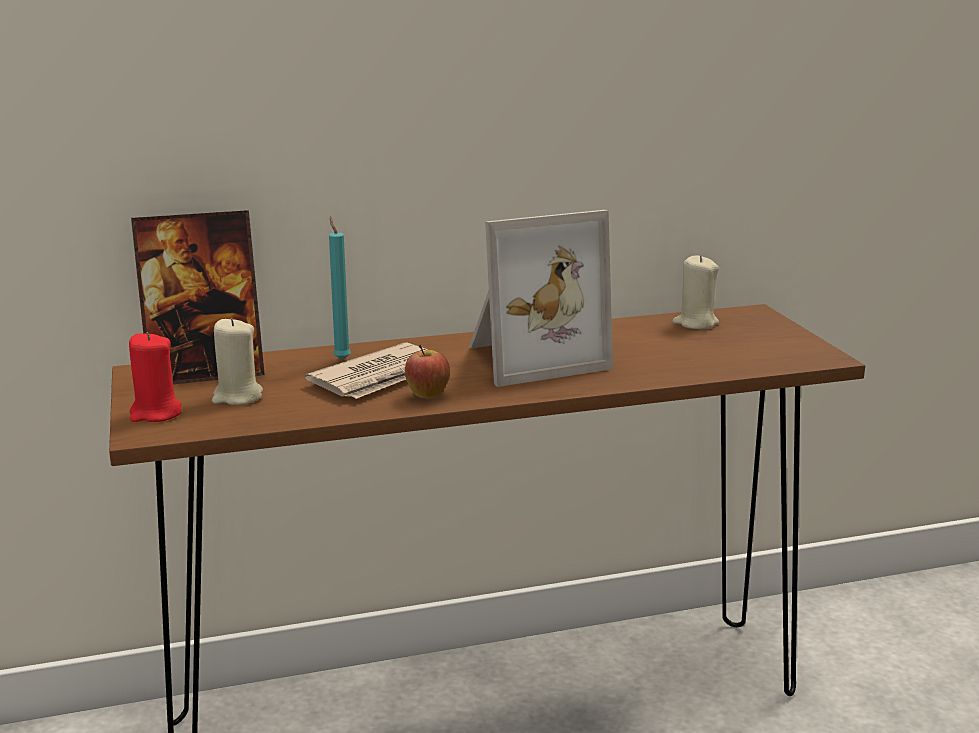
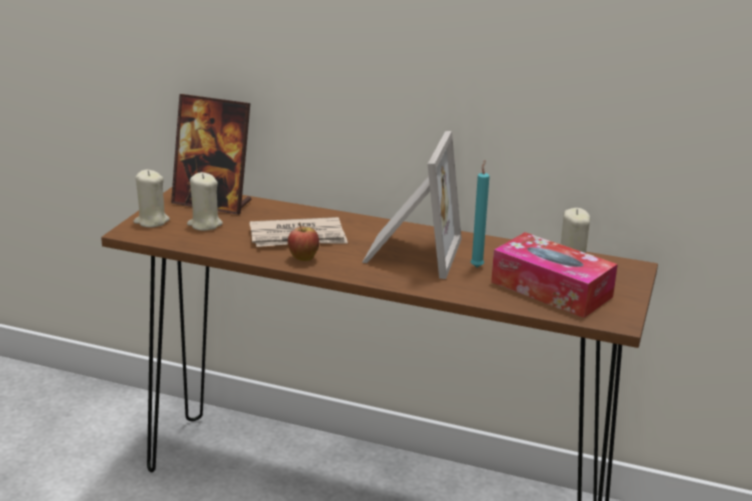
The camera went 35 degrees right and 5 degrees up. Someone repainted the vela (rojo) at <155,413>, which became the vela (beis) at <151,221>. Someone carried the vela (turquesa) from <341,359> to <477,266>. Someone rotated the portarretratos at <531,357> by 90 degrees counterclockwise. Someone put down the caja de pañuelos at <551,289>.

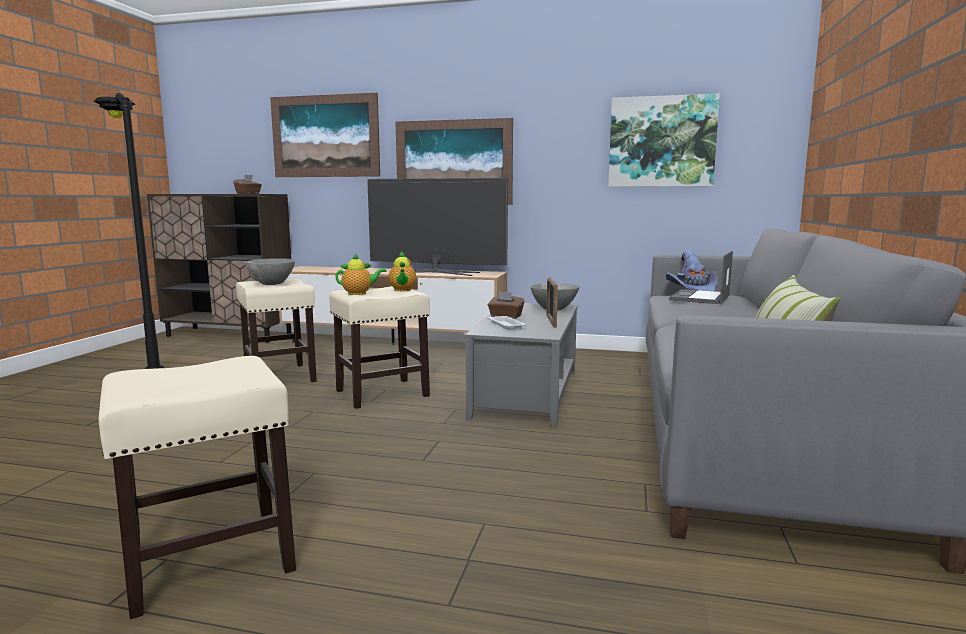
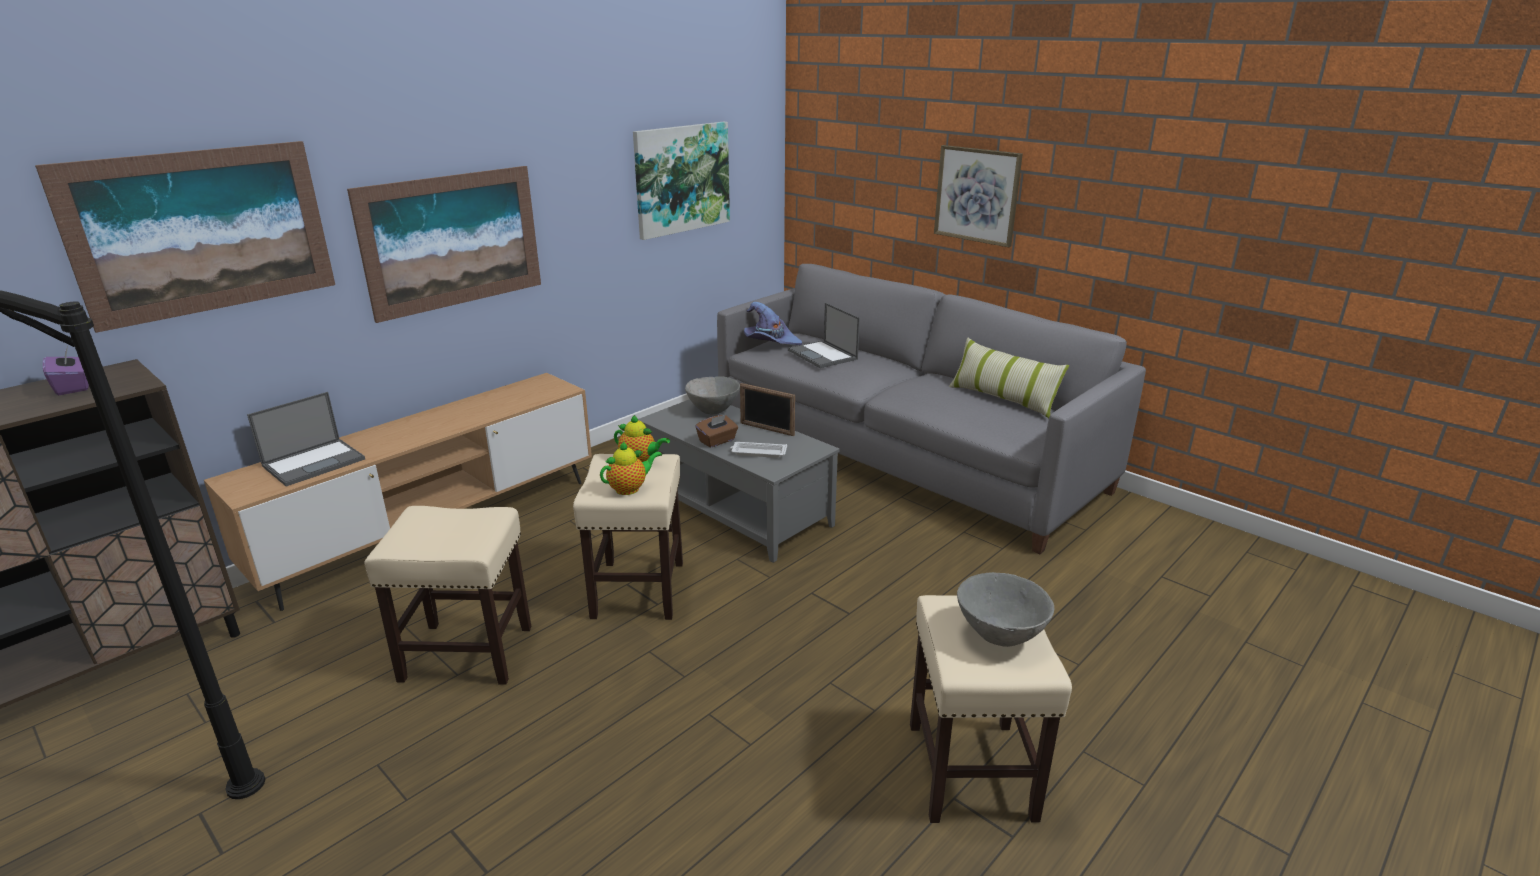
The camera went 60 degrees left and 15 degrees up. Someone repainted the caja de pañuelos (marrón) at <248,193>, which became the caja de pañuelos (morado) at <74,386>. Someone carried the cuenco (gris) from <271,284> to <999,636>. Someone rotated the tetera at <359,293> by 45 degrees clockwise. Someone took away the televisor at <436,273>. Someone put down the portátil at <315,462>. Someone put up the cuadro at <977,195>.

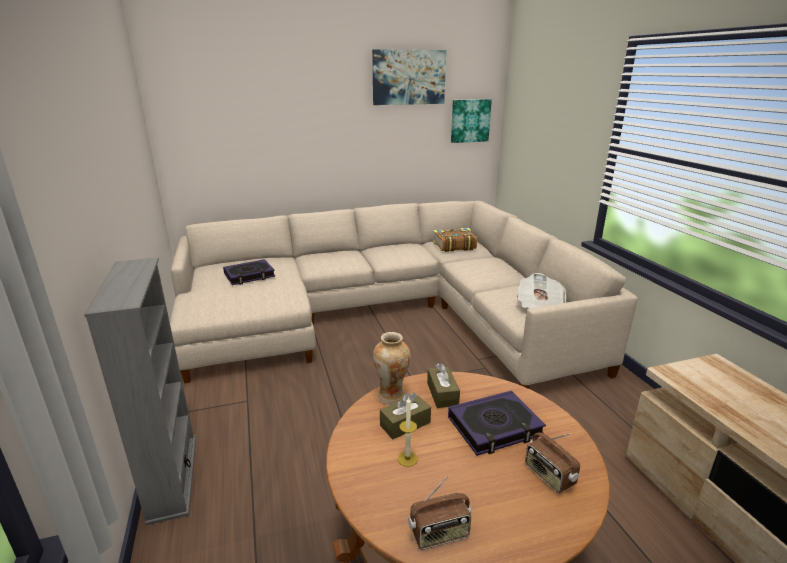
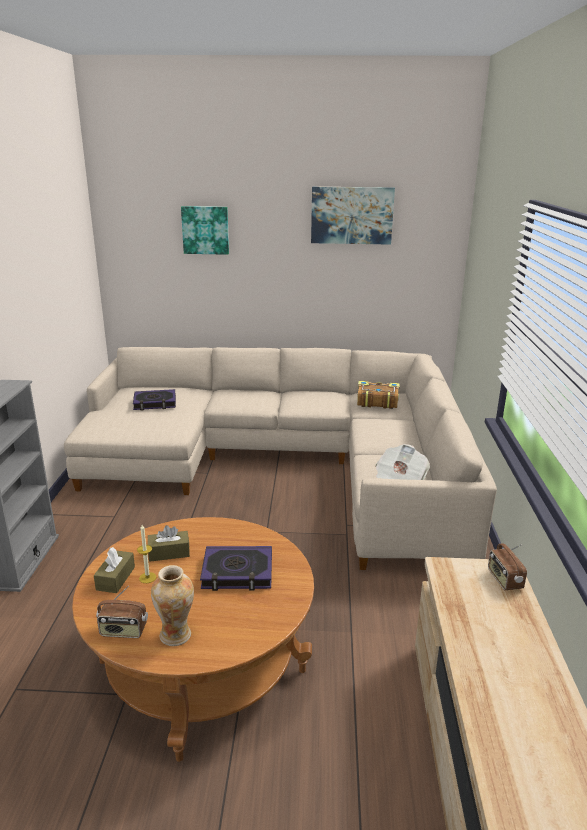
The camera went 20 degrees right and 0 degrees up. Someone carried the florero from <391,396> to <176,635>. Someone carried the caja de pañuelos (marrón) from <442,394> to <115,578>. Someone carried the cuadro from <470,120> to <205,230>. Someone carried the radio from <548,476> to <504,579>.

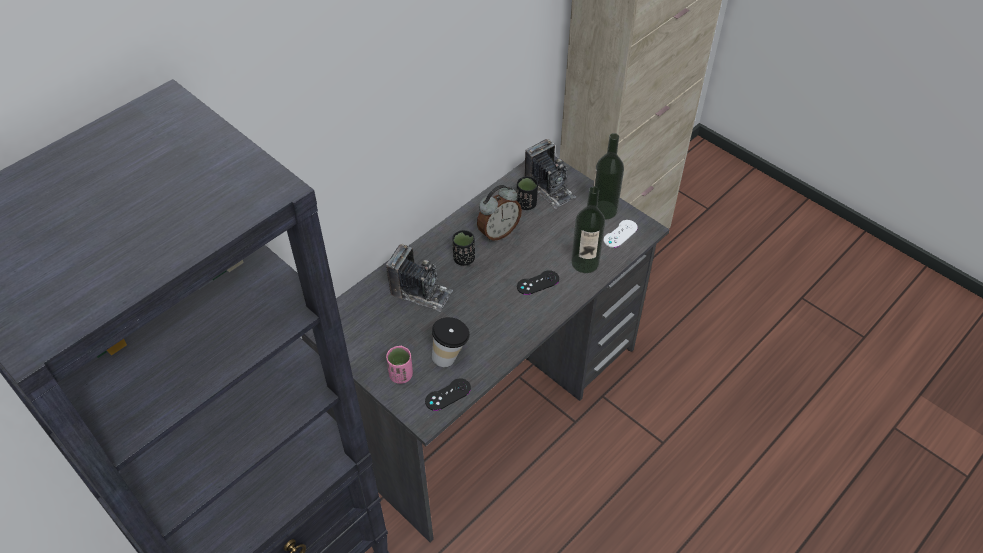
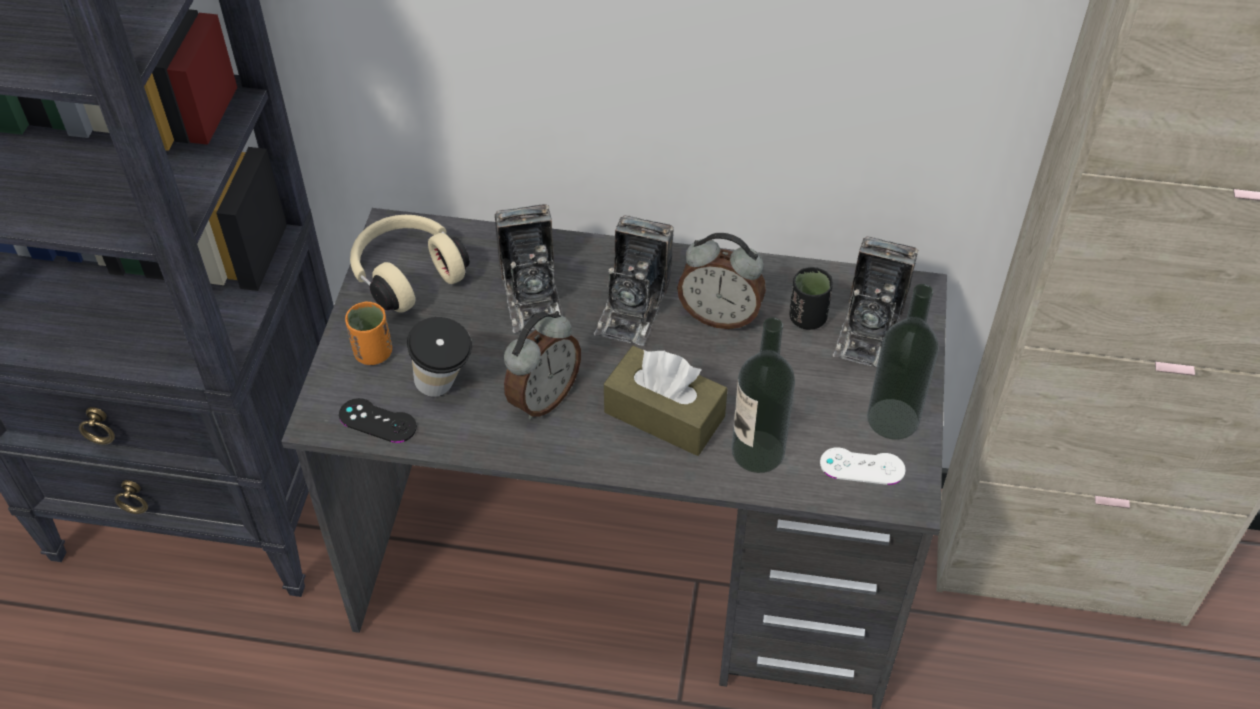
The camera went 55 degrees right and 0 degrees up. Someone repainted the taza (rosa) at <401,375>, which became the taza (naranja) at <373,353>. Someone swapped the taza (negro) at <464,259> for the cámara at <633,306>. Someone swapped the mando de consola (negro) at <538,283> for the caja de pañuelos (marrón) at <664,414>. Someone put down the auriculares (beis) at <407,274>. Someone put down the despertador at <542,397>.

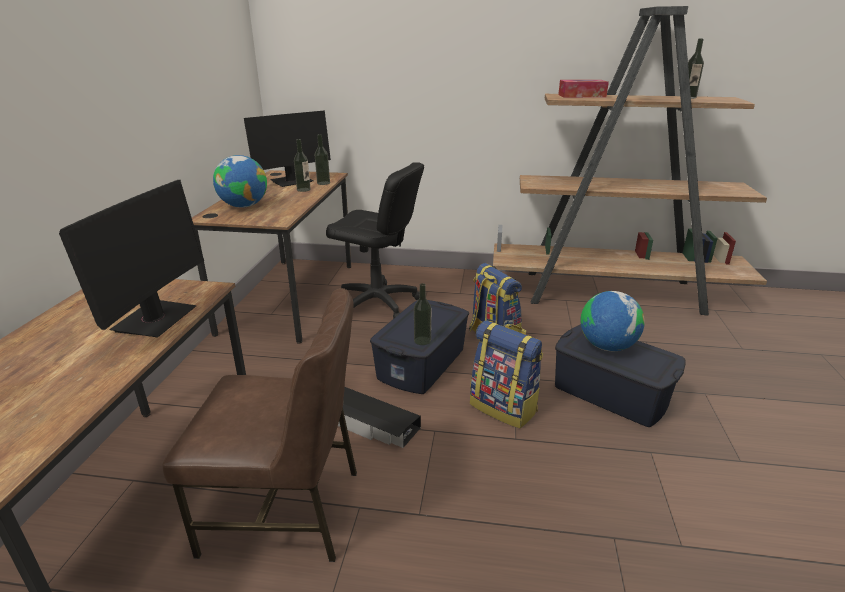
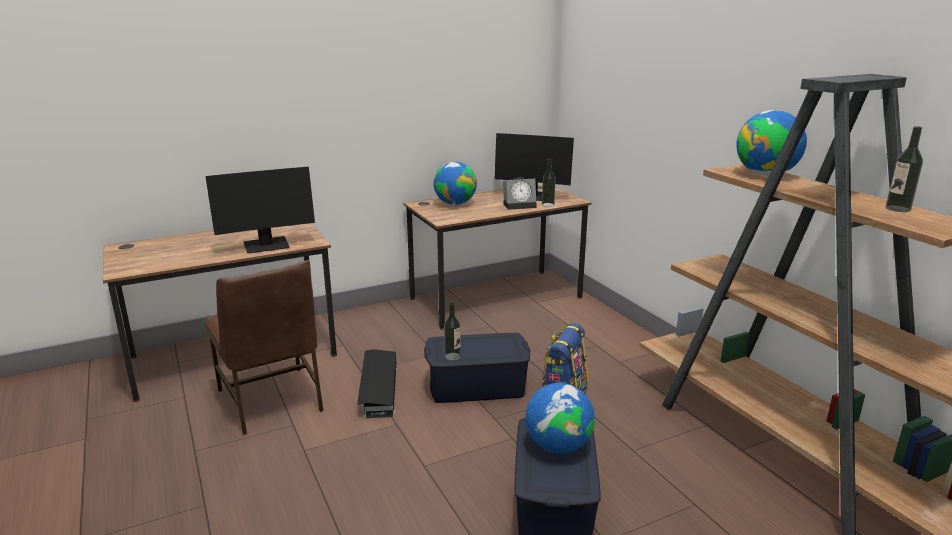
The camera went 55 degrees right and 5 degrees down. Someone swapped the botella at <303,189> for the despertador at <520,205>. Someone took away the silla de oficina (negro) at <377,303>. Someone took away the mochila at <504,407>. Someone swapped the caja de pañuelos at <581,96> for the globo terráqueo at <766,174>.

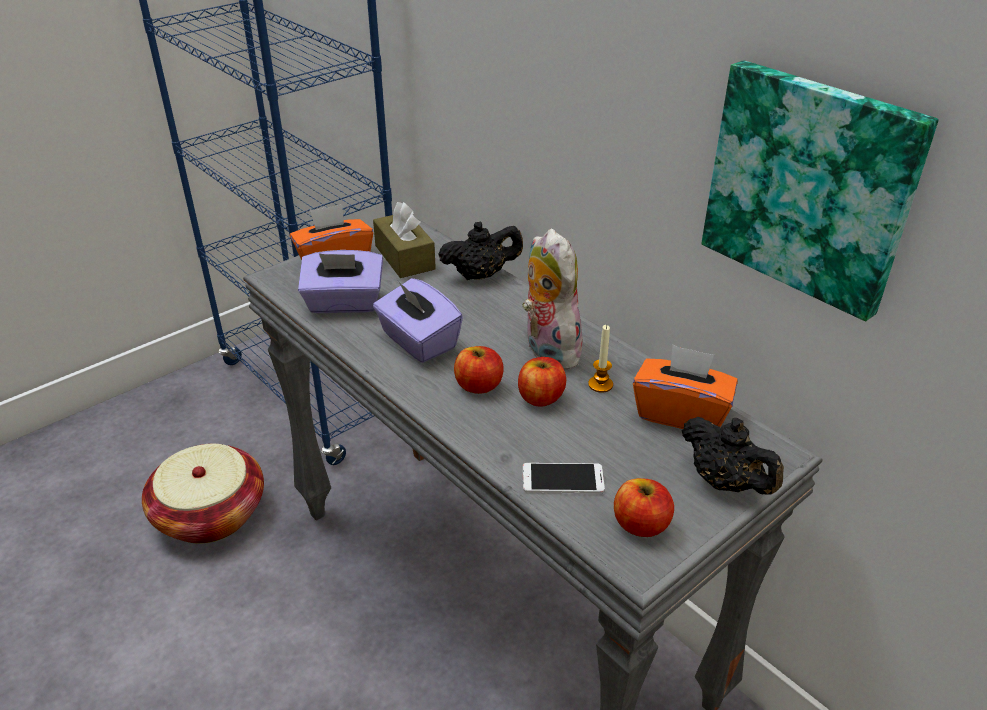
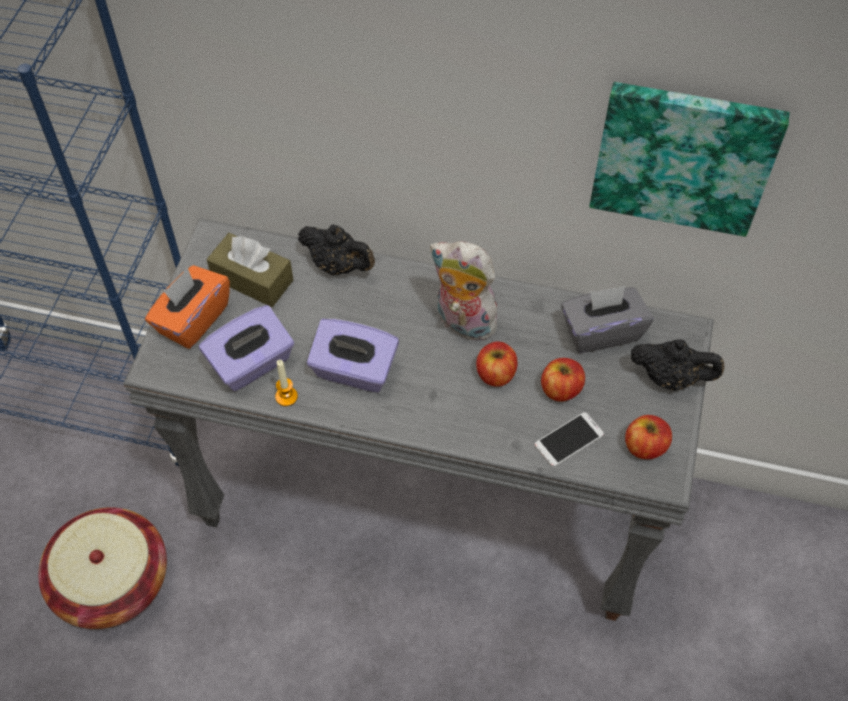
The camera went 35 degrees left and 20 degrees up. Someone rotated the tetera (negro) at <481,275> by 75 degrees clockwise. Someone carried the manzana from <479,386> to <560,389>. Someone carried the vela from <600,385> to <286,396>. Someone repainted the caja de pañuelos (naranja) at <680,413>, which became the caja de pañuelos (gris) at <601,331>.

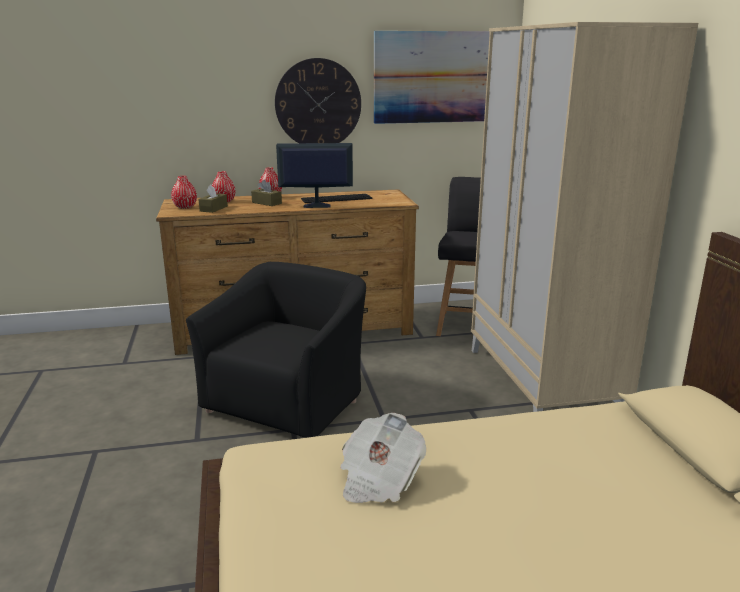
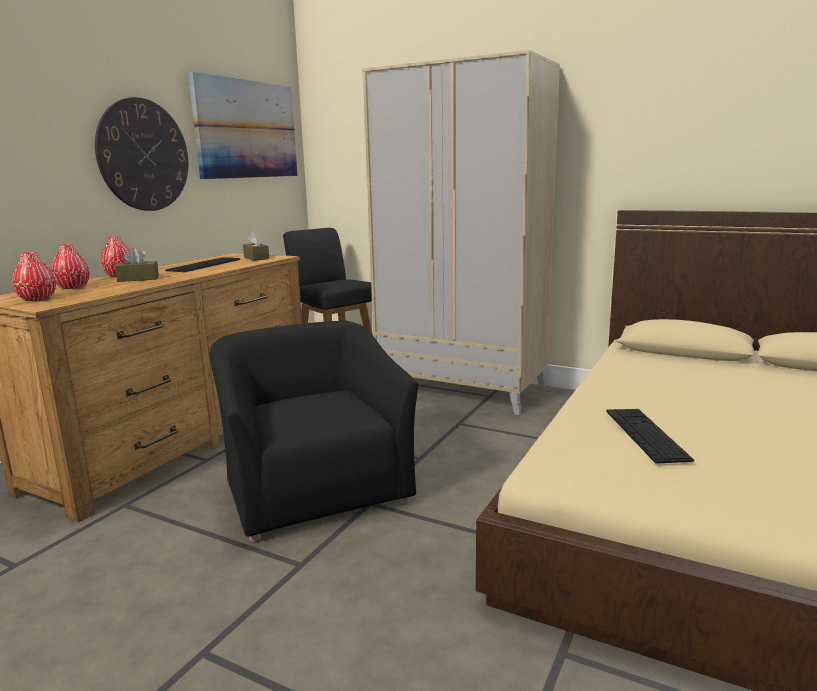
The camera went 50 degrees left and 5 degrees down. Someone carried the caja de pañuelos (marrón) from <213,209> to <256,258>. Someone took away the monitor at <316,206>. Someone swapped the periódico at <379,479> for the teclado at <646,434>.

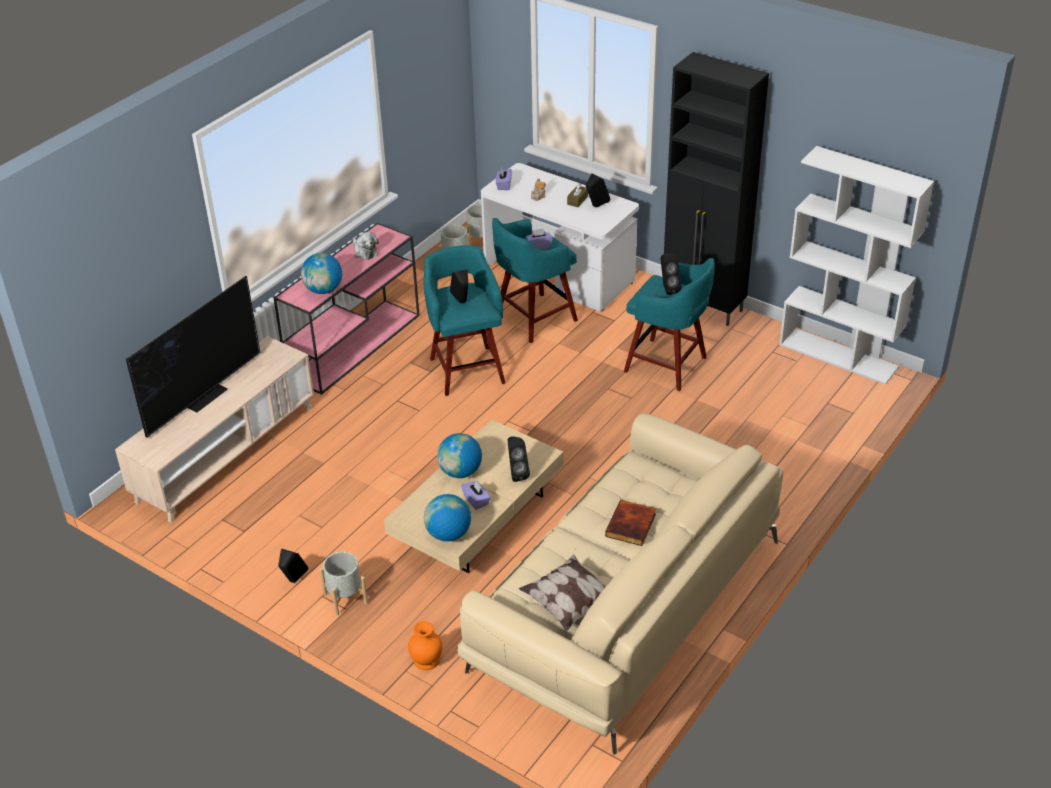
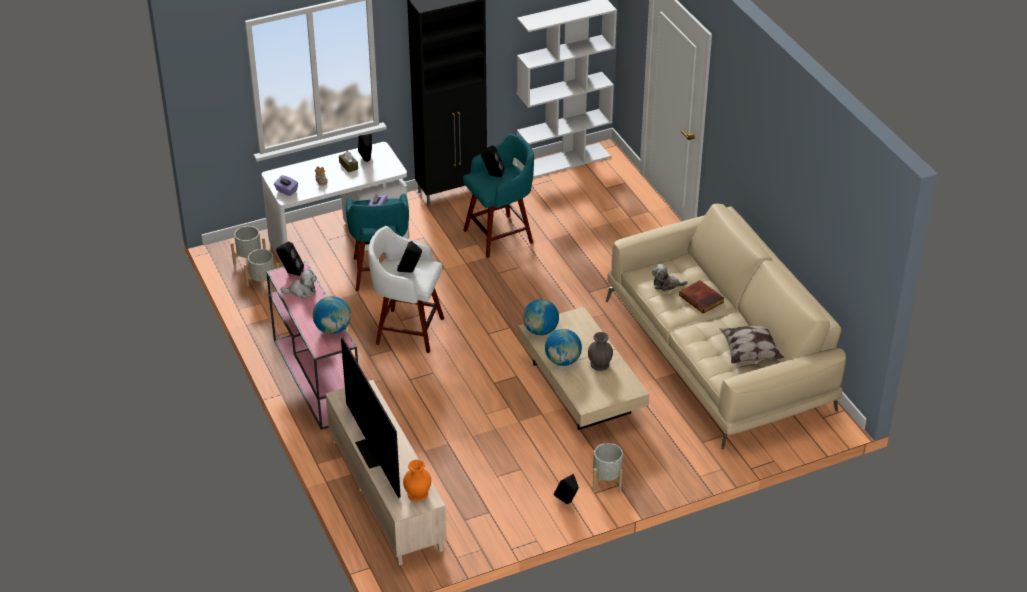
The camera went 60 degrees left and 0 degrees up. Someone carried the florero (naranja) from <425,660> to <417,494>. Someone repainted the taburete (turquesa) at <466,369>, which became the taburete (blanco) at <407,330>. Someone carried the globo terráqueo from <448,534> to <540,331>. Someone swapped the caja de pañuelos (morado) at <476,500> for the florero (gris) at <599,364>. Someone carried the altavoz (negro) from <516,473> to <291,273>. Someone put down the peluche at <666,285>.

